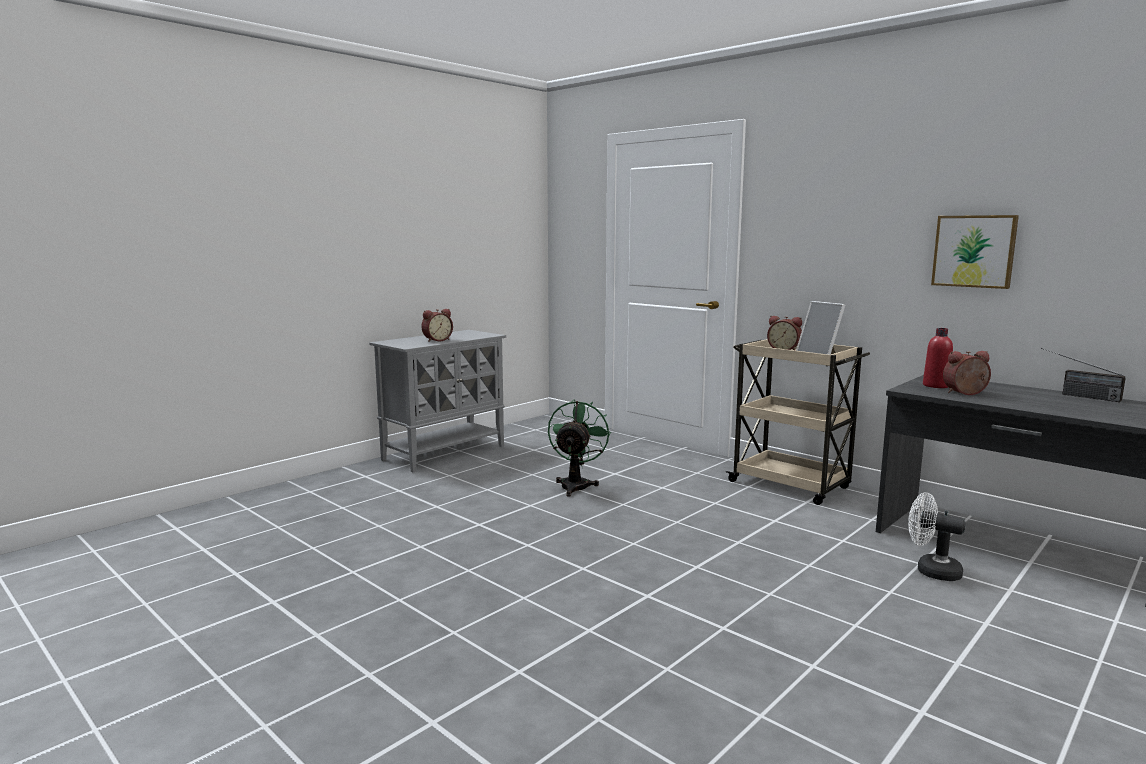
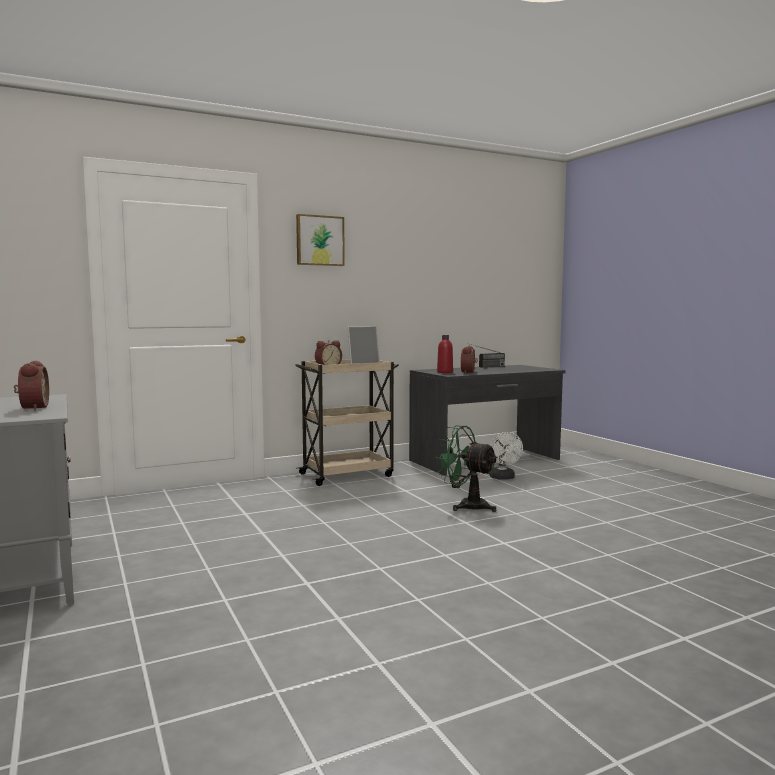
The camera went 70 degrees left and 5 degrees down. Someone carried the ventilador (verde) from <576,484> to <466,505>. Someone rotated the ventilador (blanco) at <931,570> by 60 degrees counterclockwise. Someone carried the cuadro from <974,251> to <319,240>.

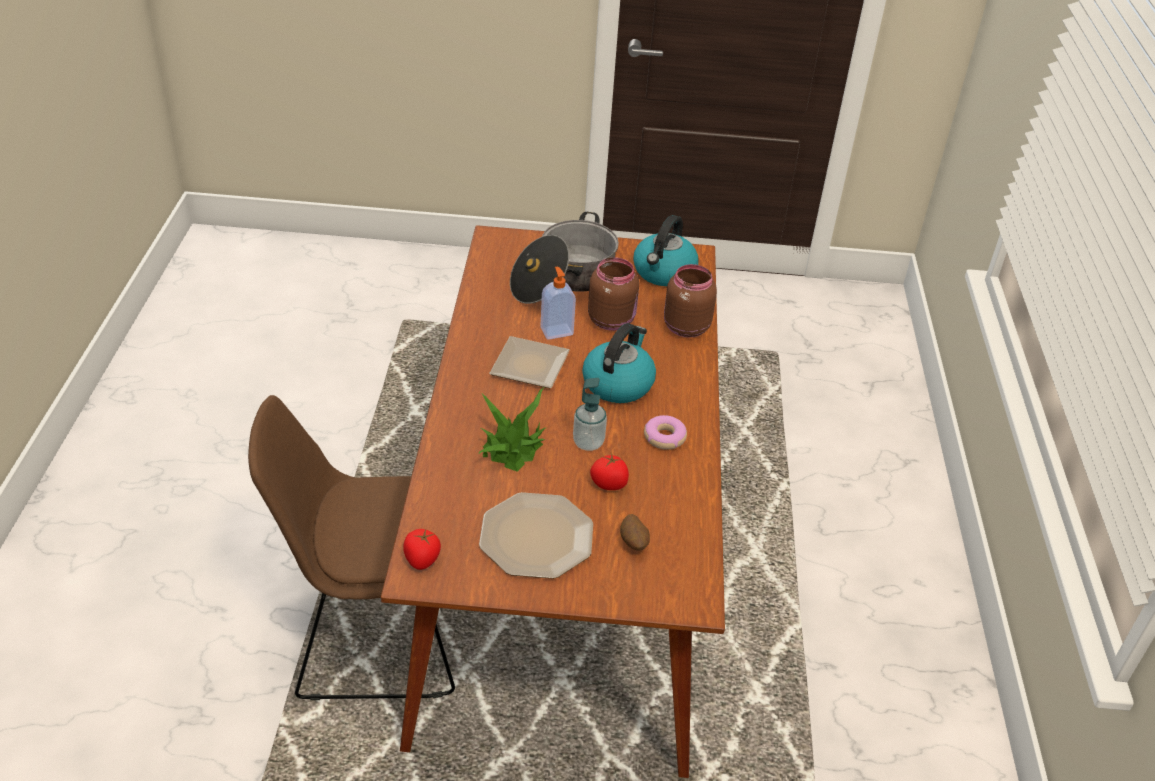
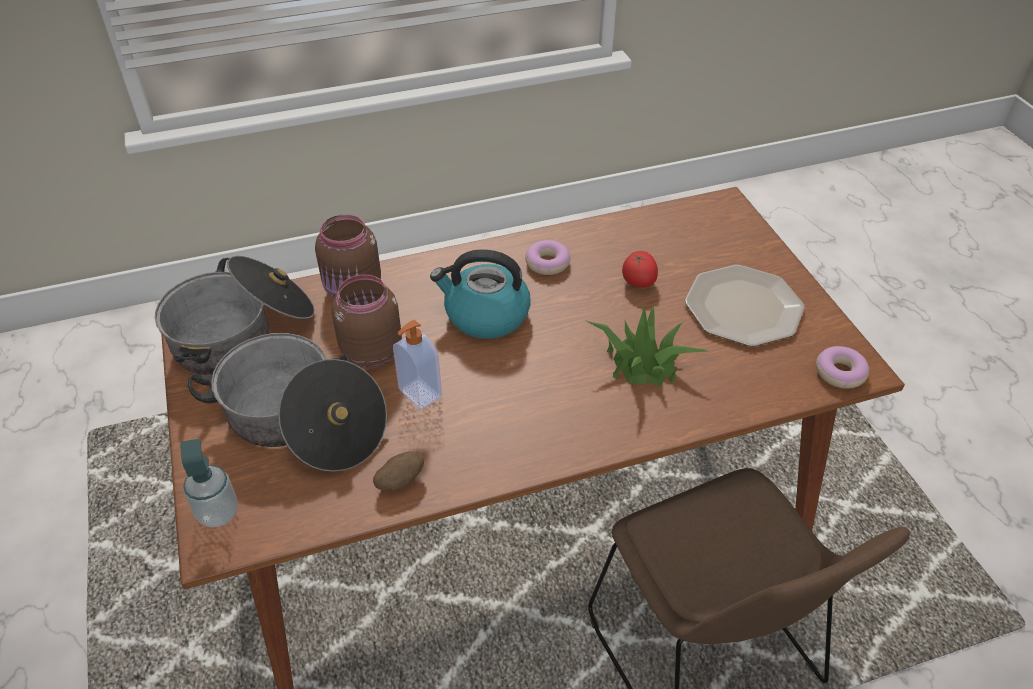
The camera went 110 degrees left and 5 degrees up. Someone swapped the tomate at <422,559> for the rosquilla at <840,372>. Someone took away the plato at <527,367>. Someone carried the dispensador de jabón from <588,442> to <218,513>. Someone carried the patata from <634,543> to <400,481>. Someone swapped the hervidor at <664,272> for the olla at <243,334>.

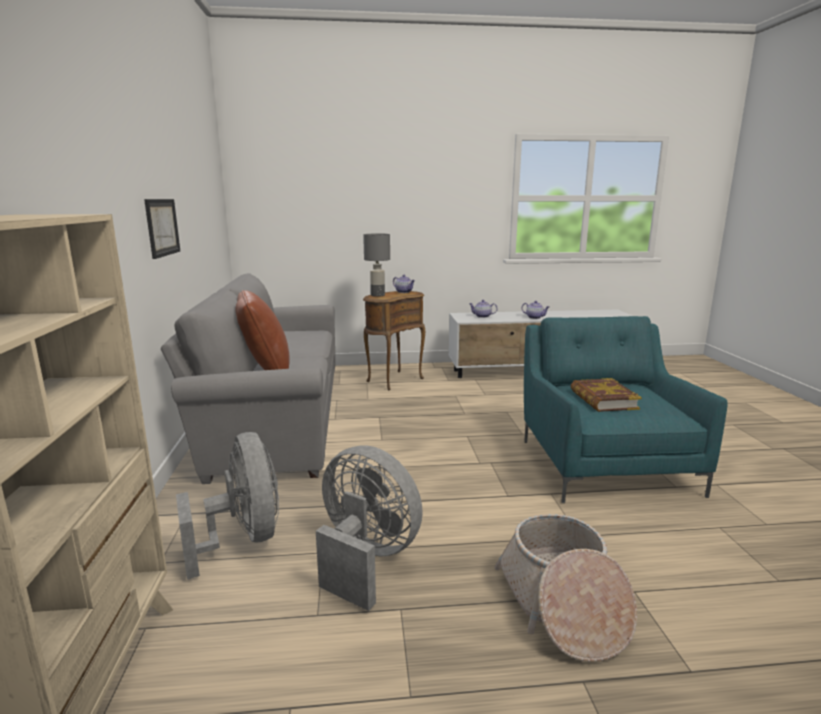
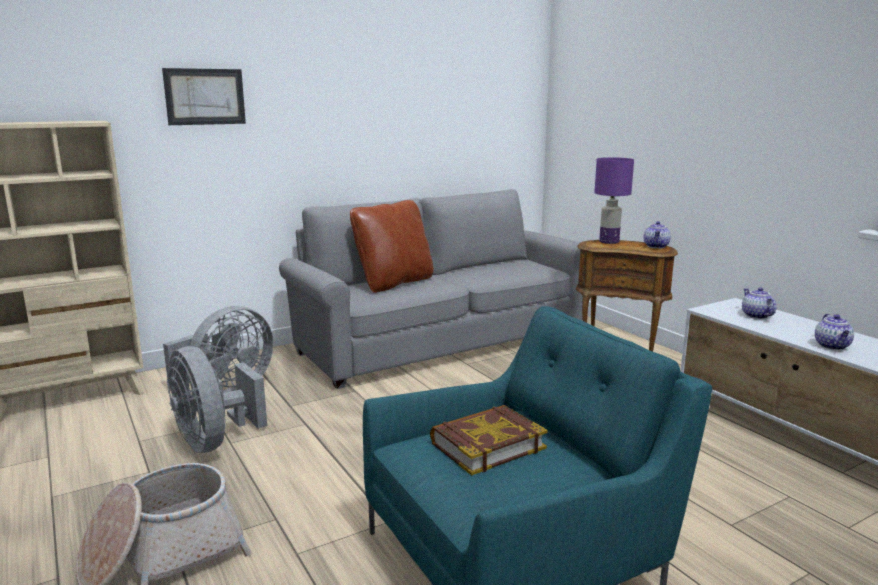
The camera went 65 degrees right and 0 degrees up. Someone carried the cuadro from <162,227> to <205,96>. Someone rotated the ventilador (gris) at <365,559> by 135 degrees clockwise. Someone repainted the lámpara de mesa (gris) at <377,295>, which became the lámpara de mesa (morado) at <608,242>.

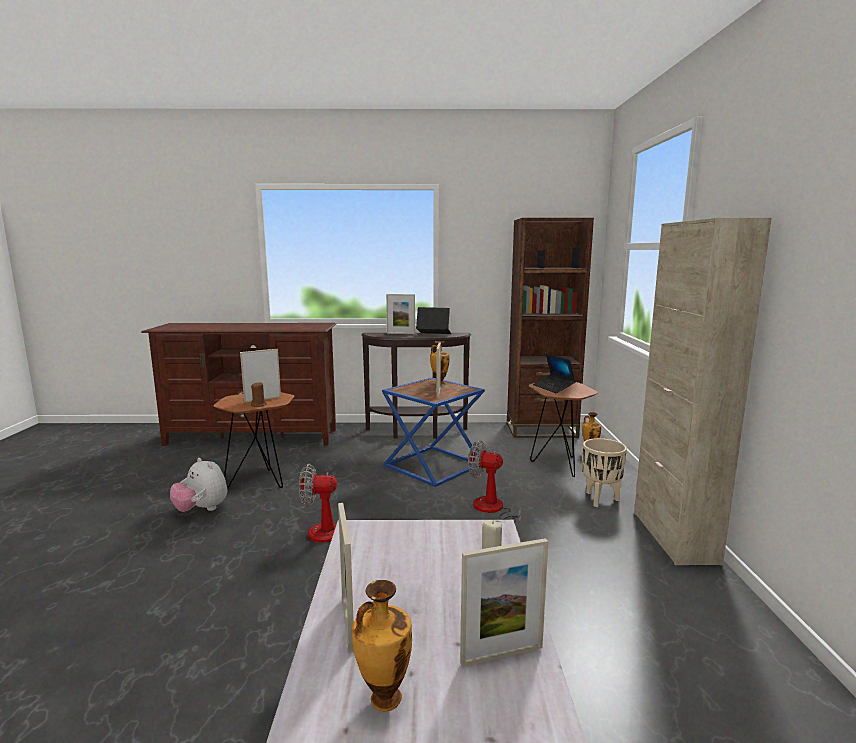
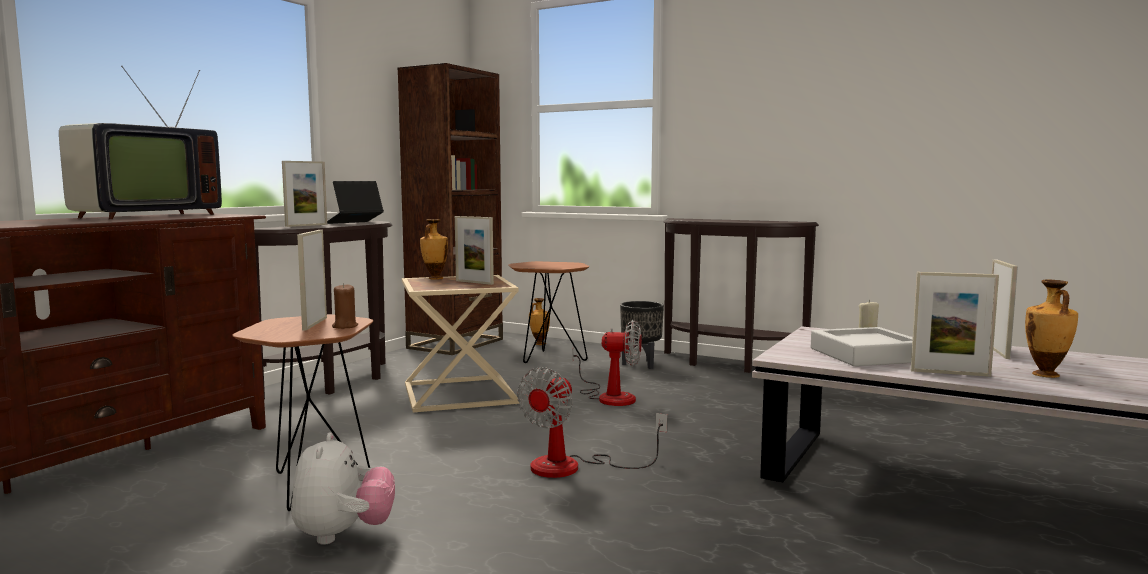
The camera went 60 degrees left and 5 degrees down. Someone rotated the peluche at <202,510> by 75 degrees counterclockwise. Someone repainted the mesa auxiliar (azul) at <433,467>, which became the mesa auxiliar (beis) at <462,395>. Someone rotated the ventilador at <492,511> by 135 degrees counterclockwise. Someone took away the portátil at <553,387>. Someone repainted the maceta (beis) at <600,499>, which became the maceta (negro) at <641,364>. Someone swapped the armario (beis) at <674,536> for the mesa consola (marrón) at <727,364>. Someone put down the televisor at <142,216>. Someone put down the bandeja (gris) at <866,355>.

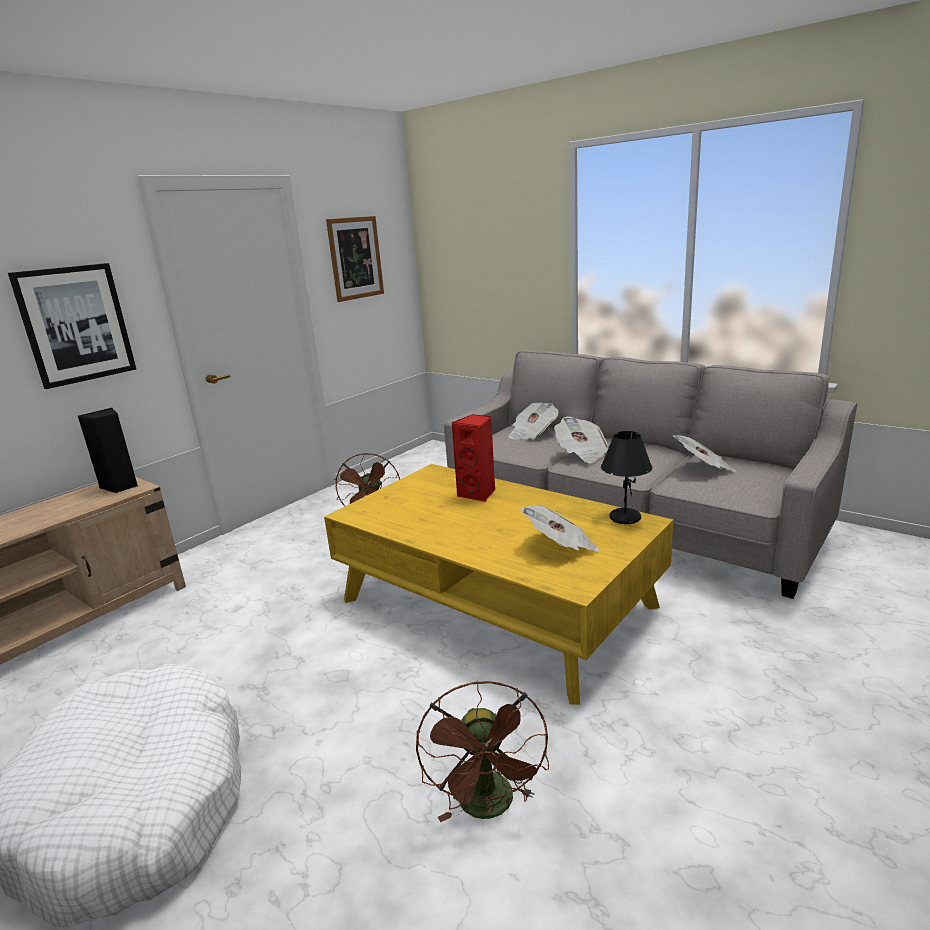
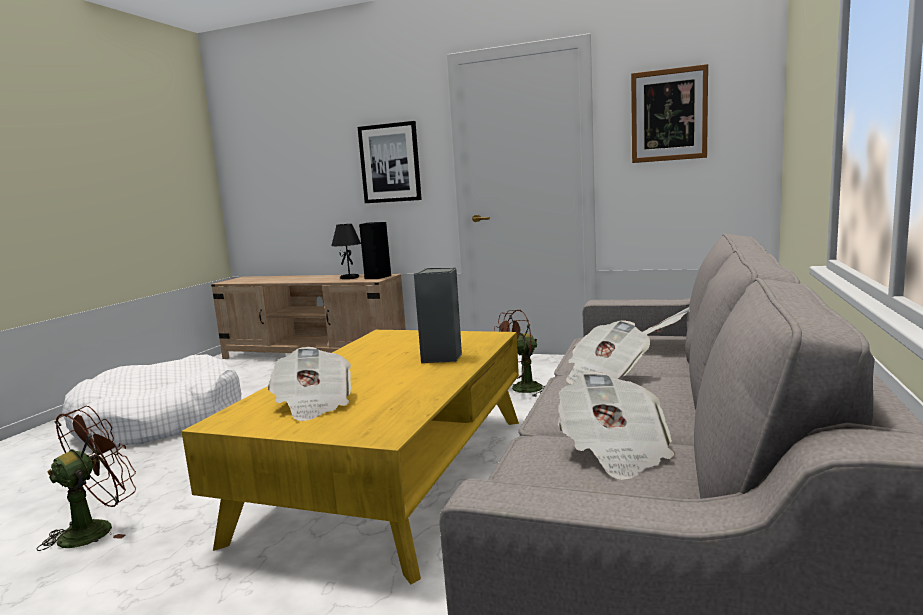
The camera went 70 degrees right and 10 degrees down. Someone rotated the ventilador (marrón) at <490,807> by 150 degrees clockwise. Someone repainted the altavoz (rojo) at <478,494>, which became the altavoz (gris) at <442,358>. Someone carried the lámpara de mesa (negro) from <624,517> to <350,278>.

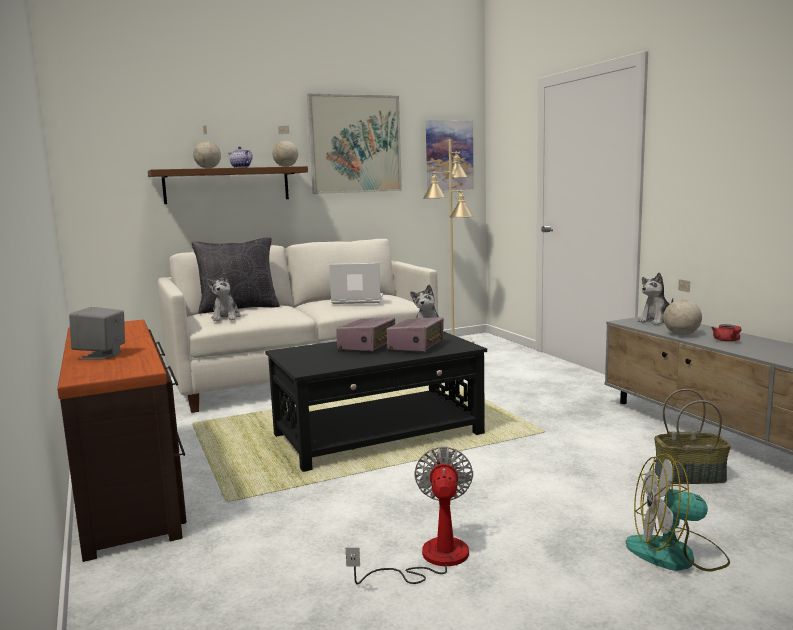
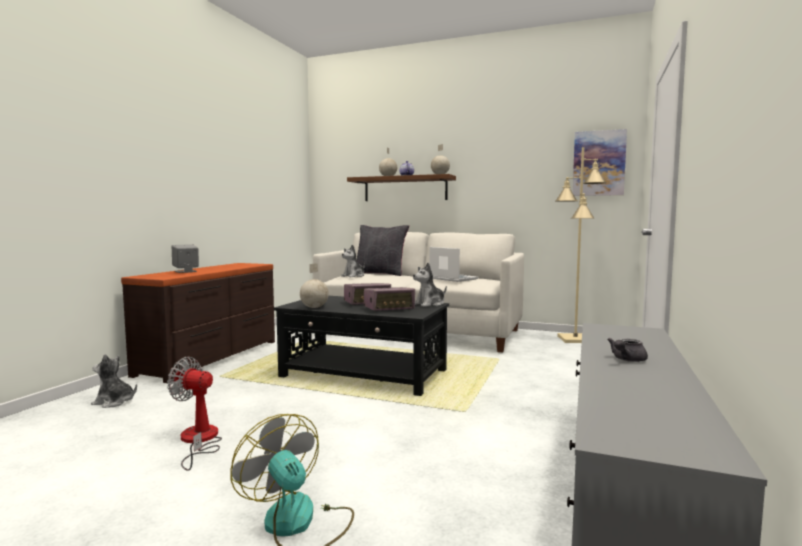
The camera went 45 degrees right and 5 degrees down. Someone took away the cuadro at <355,144>. Someone rotated the ventilador at <430,559> by 120 degrees counterclockwise. Someone carried the peluche from <657,321> to <114,402>. Someone took away the cesta at <690,476>. Someone carried the globo terráqueo from <681,334> to <314,307>. Someone repainted the tetera (rojo) at <727,341>, which became the tetera (gris) at <626,360>.

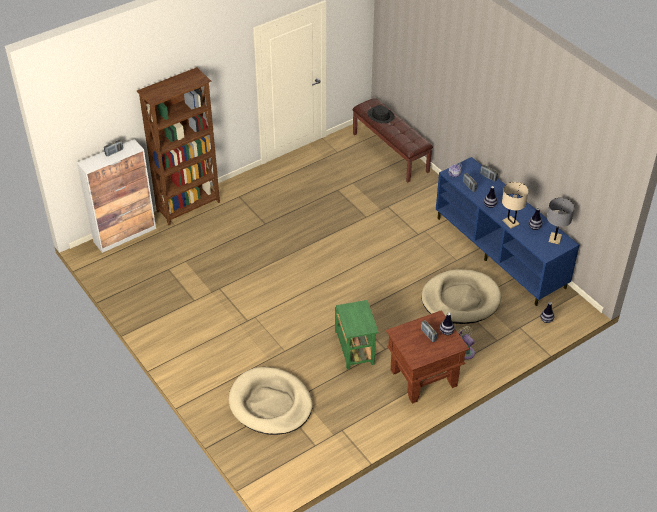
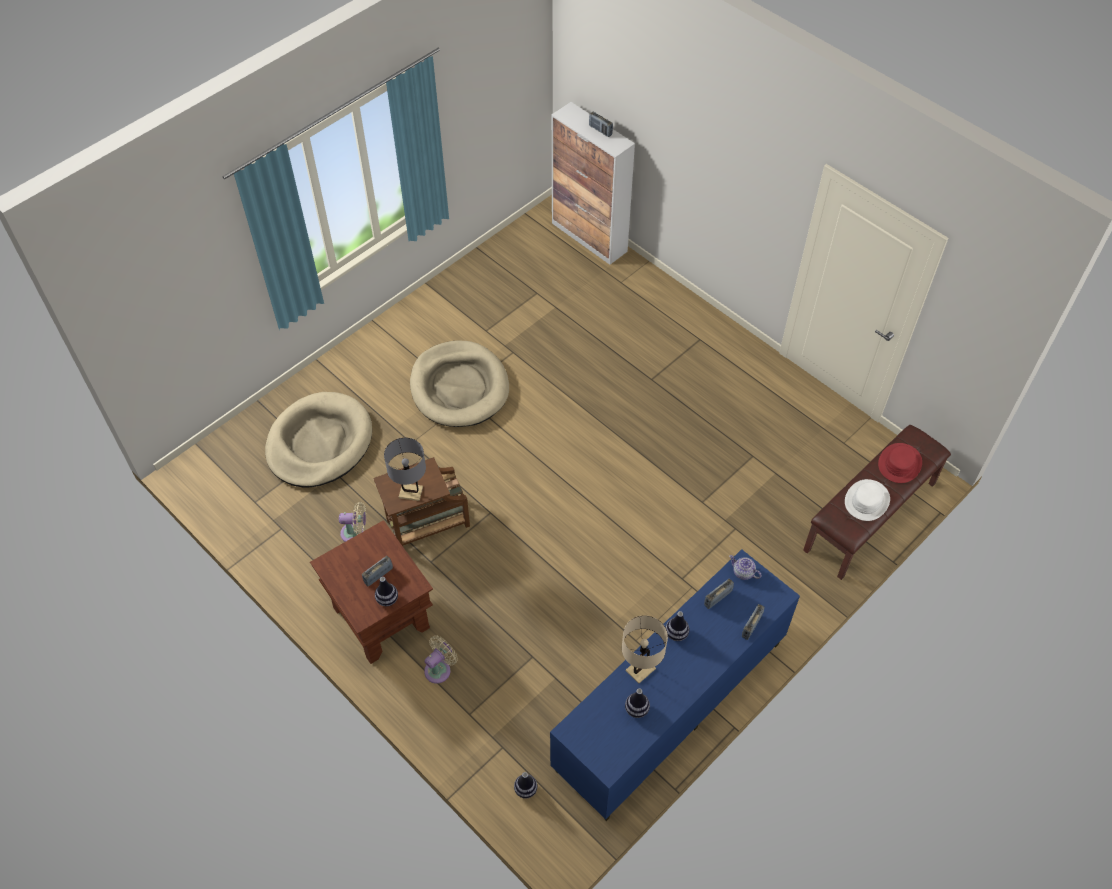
The camera went 80 degrees right and 10 degrees up. Someone took away the estantería (marrón) at <189,207>. Someone repainted the mesa auxiliar (verde) at <354,349>, which became the mesa auxiliar (marrón) at <425,524>. Someone repainted the sombrero (negro) at <380,115>, which became the sombrero (rojo) at <899,463>. Someone carried the cama para perro (beis) from <460,299> to <459,387>. Someone carried the lámpara de mesa (gris) from <555,238> to <411,492>. Someone put down the ventilador (beis) at <355,533>. Someone put down the sombrero (blanco) at <867,501>.

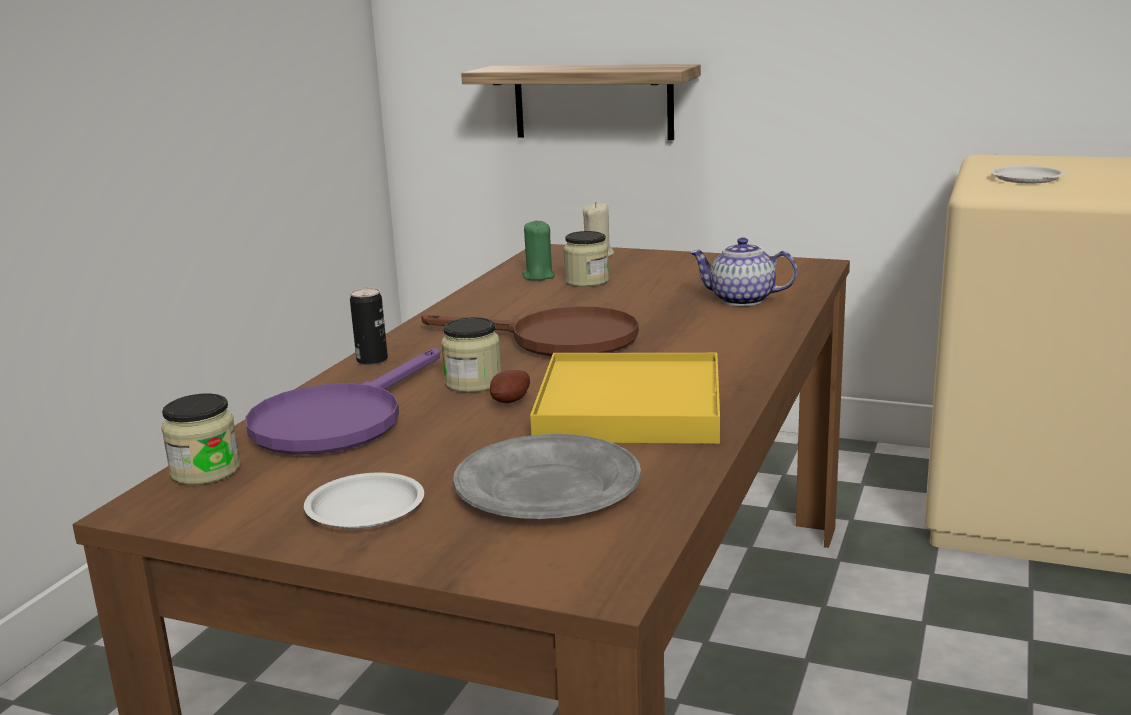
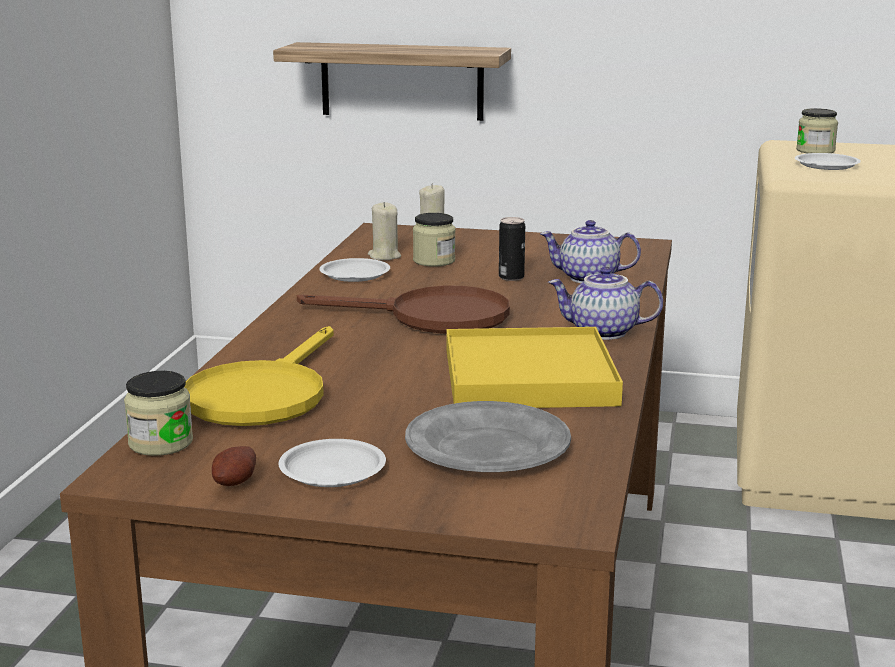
The camera went 10 degrees left and 0 degrees up. Someone repainted the sartén (morado) at <339,420>, which became the sartén (amarillo) at <263,394>. Someone carried the lata from <372,360> to <511,277>. Someone carried the tarro from <473,383> to <815,151>. Someone carried the patata from <512,402> to <237,483>. Someone repainted the vela (verde) at <538,276>, which became the vela (beis) at <384,256>. Someone put down the plato (blanco) at <355,274>. Someone put down the tetera at <602,332>.

